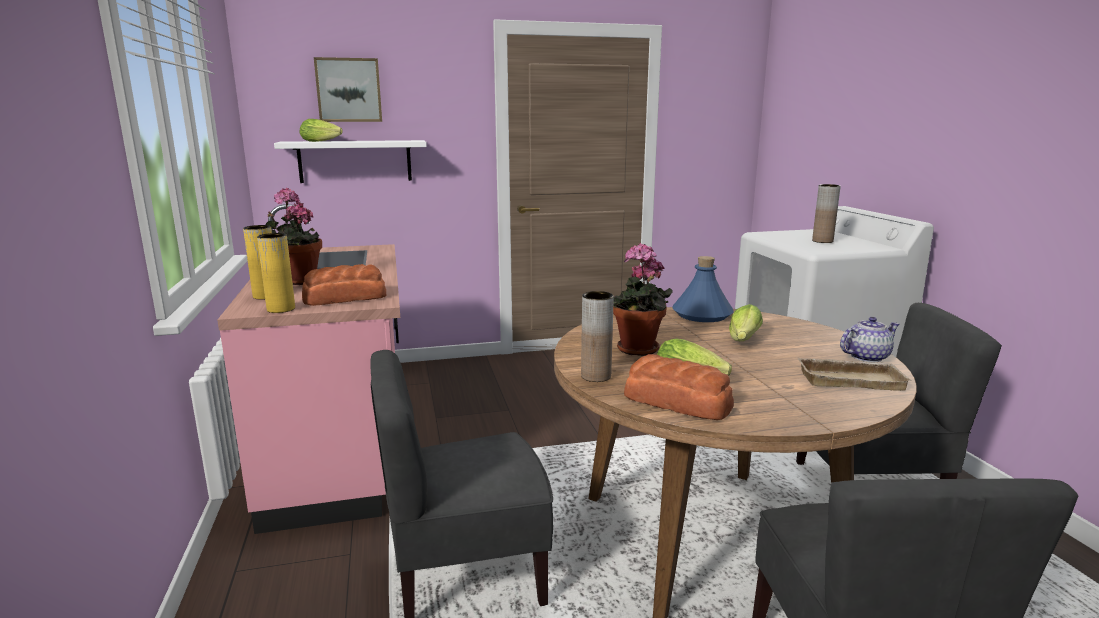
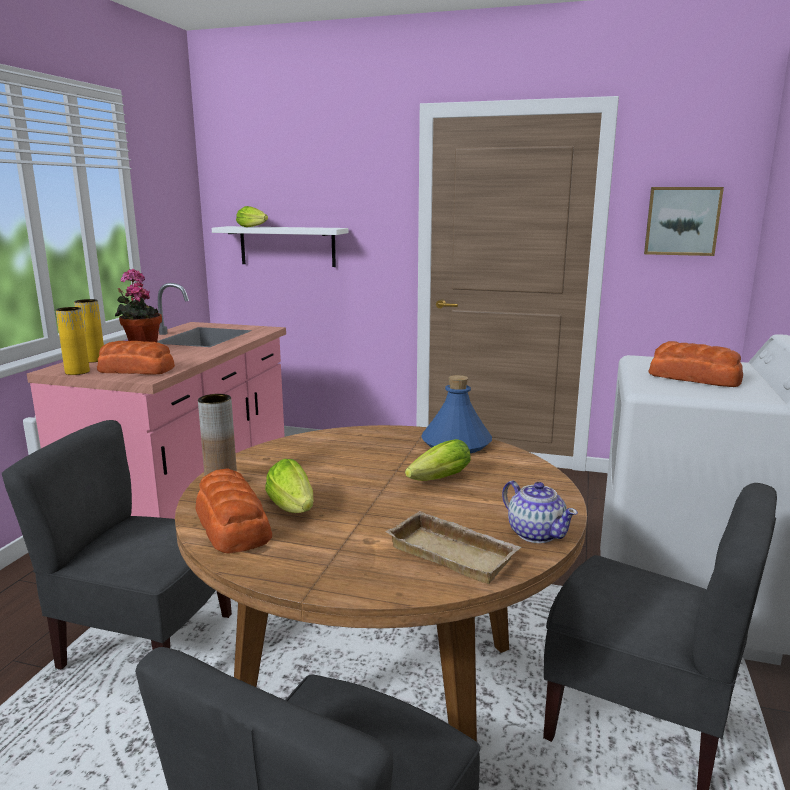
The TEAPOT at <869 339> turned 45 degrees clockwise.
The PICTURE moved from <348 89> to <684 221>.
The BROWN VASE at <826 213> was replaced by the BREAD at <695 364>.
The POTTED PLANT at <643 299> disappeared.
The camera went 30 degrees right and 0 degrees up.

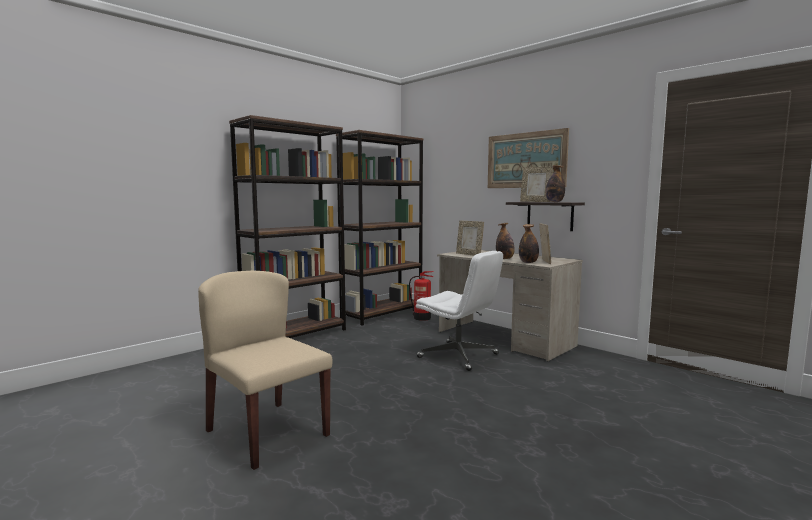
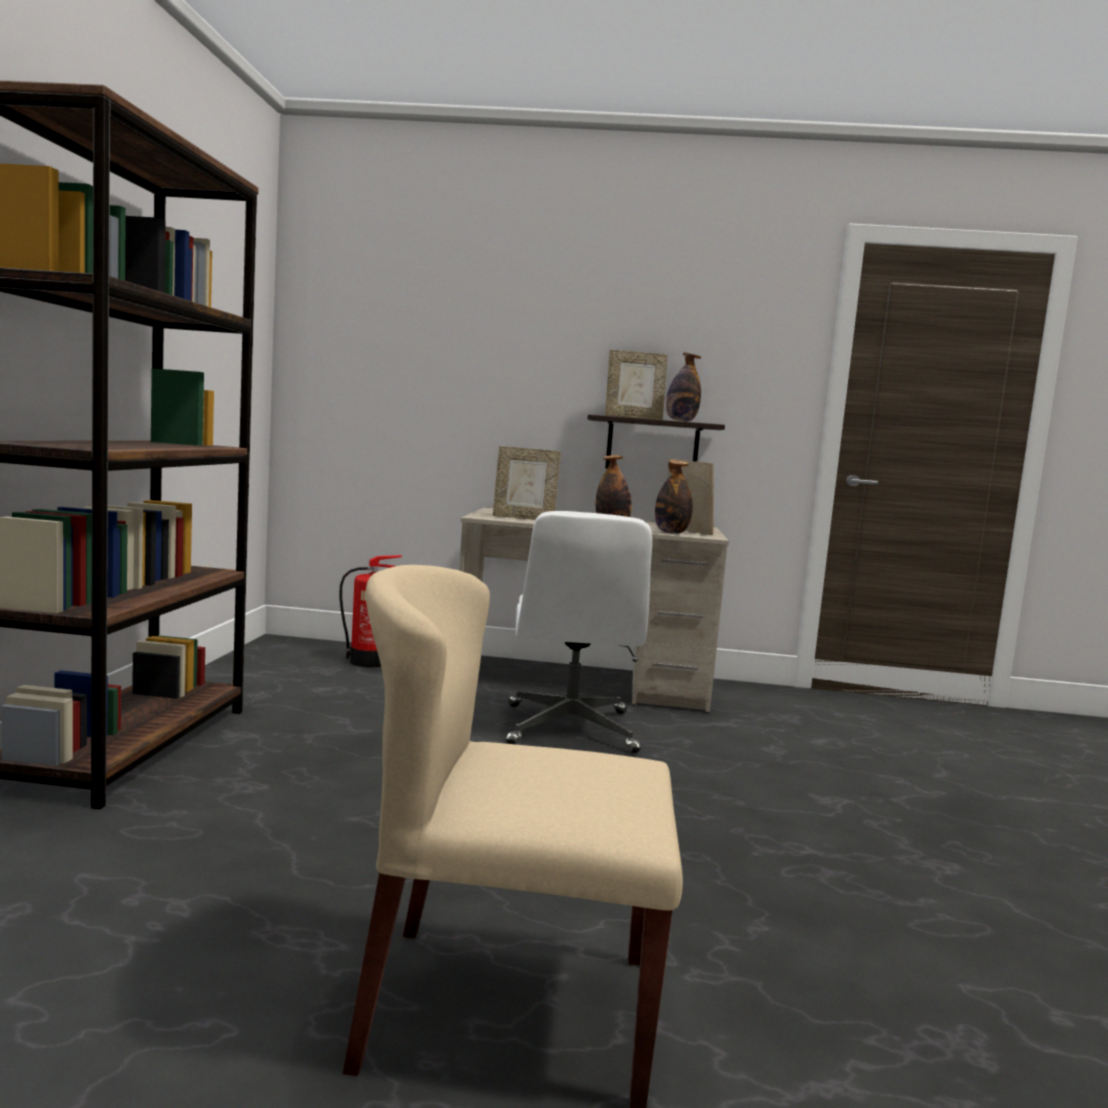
The WHITE OFFICE CHAIR at <459 311> turned 90 degrees clockwise.
The BROWN BOOKCASE at <379 228> disappeared.
The PICTURE at <528 158> disappeared.
The camera went 40 degrees left and 0 degrees up.

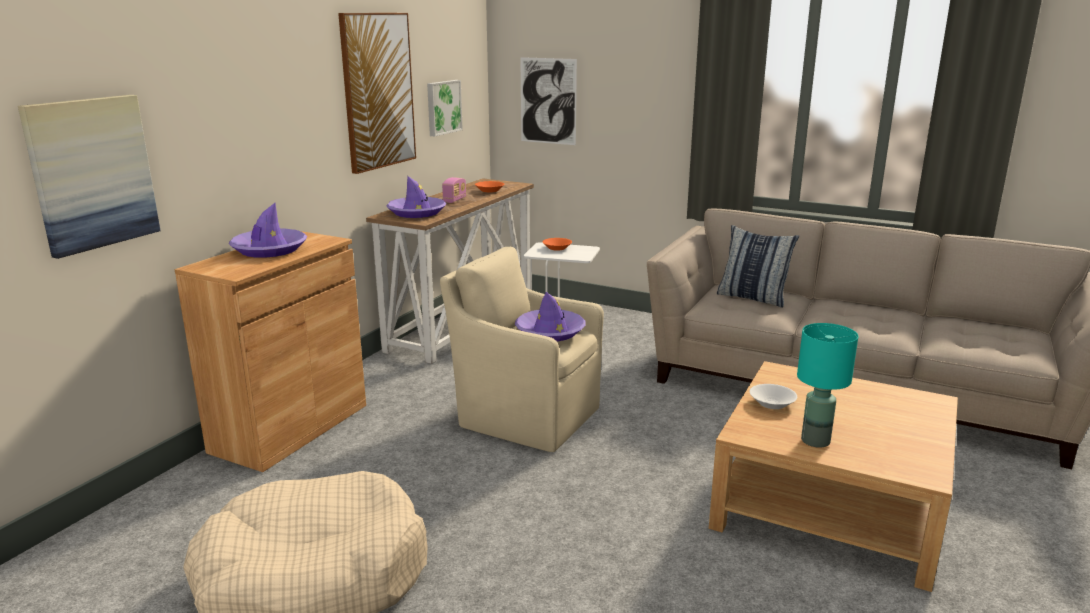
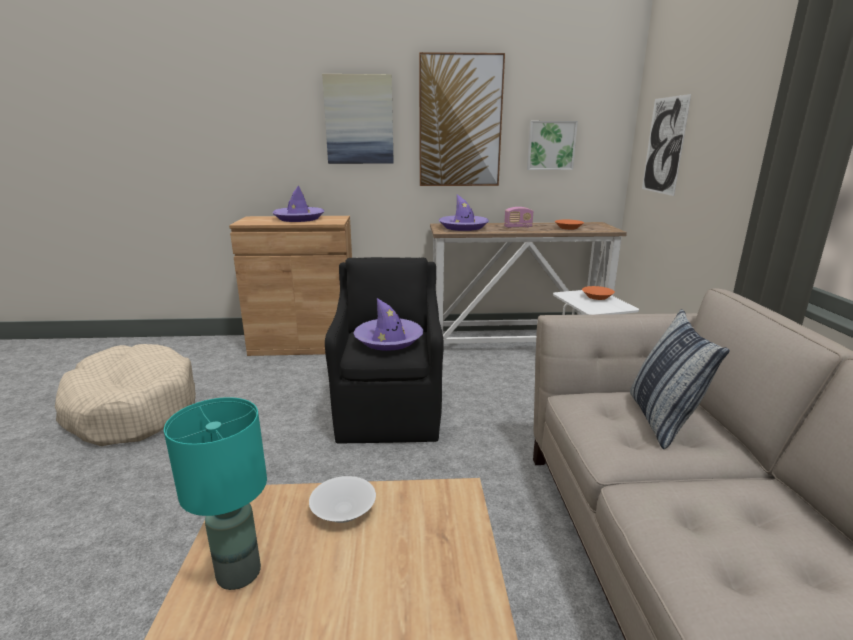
The PICTURE moved from <89 177> to <358 119>.
The BEIGE ARMCHAIR at <522 349> became the BLACK ARMCHAIR at <384 350>.
The camera went 60 degrees right and 0 degrees up.

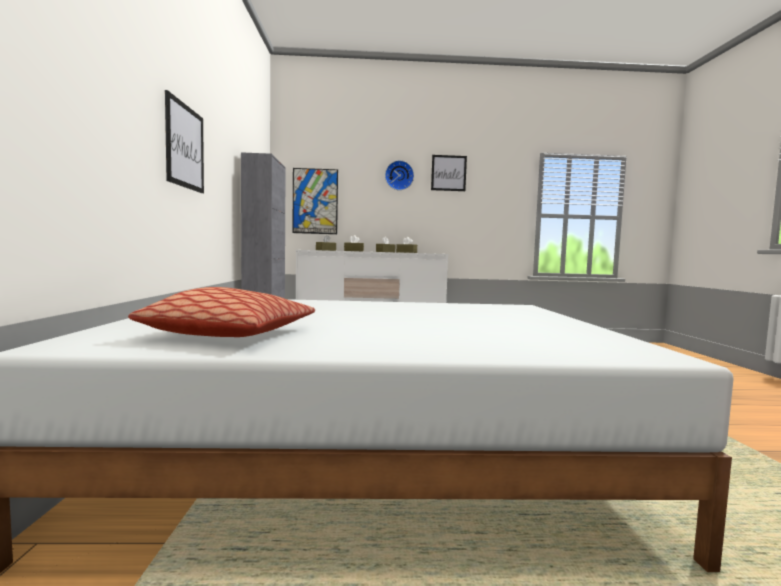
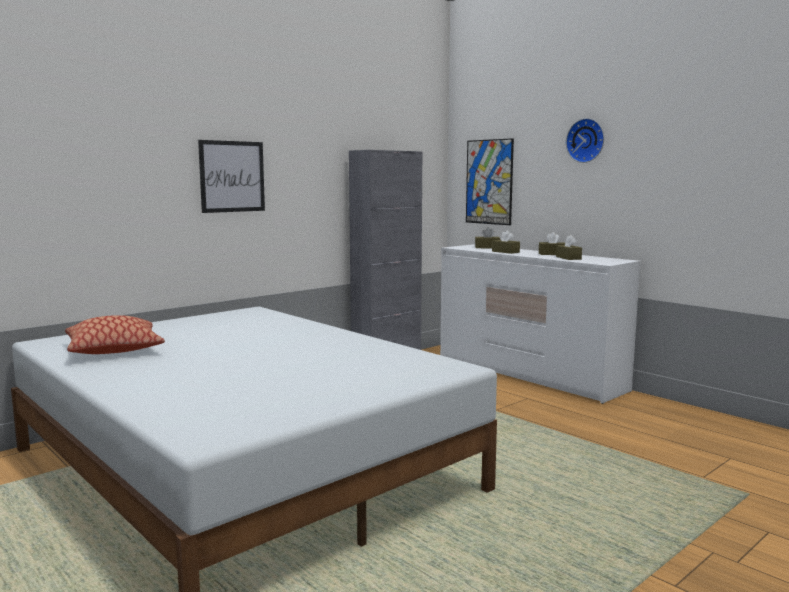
The PICTURE at <449 173> disappeared.
The camera went 50 degrees right and 5 degrees up.

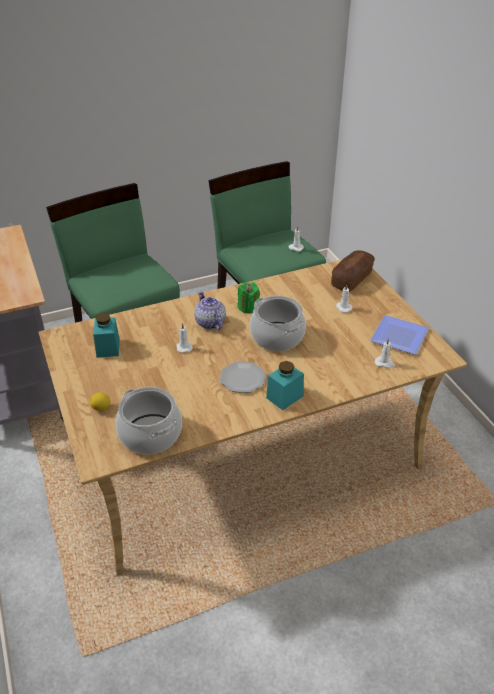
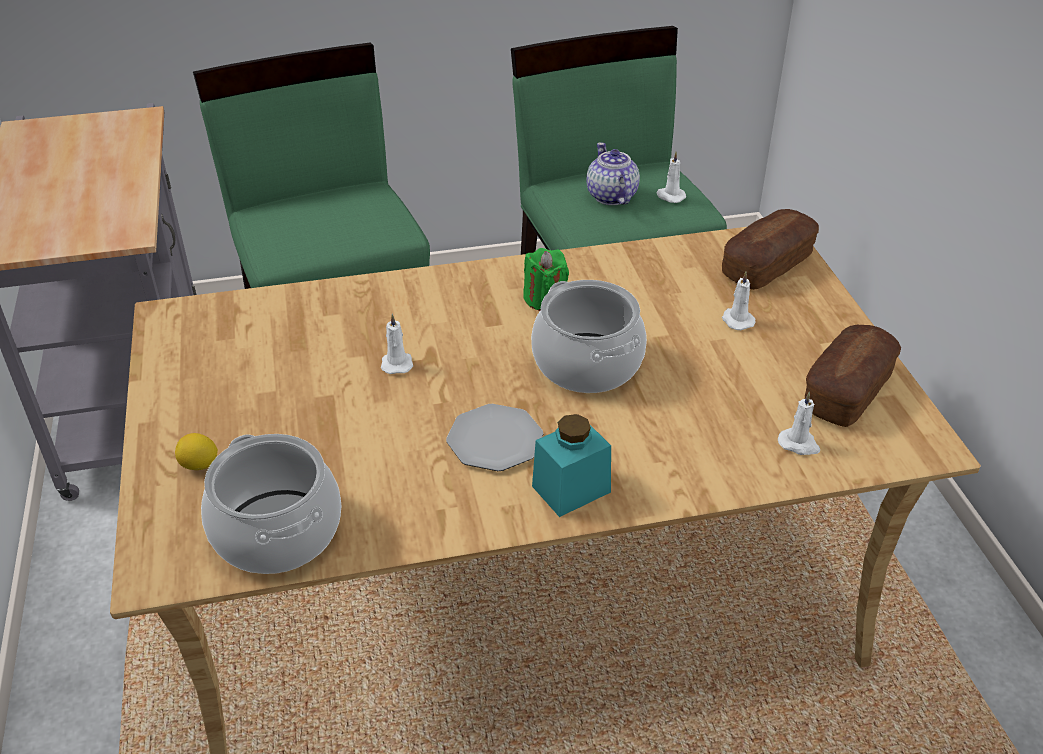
The TEAPOT moved from <210 310> to <613 173>.
The PLATE at <399 335> was replaced by the BREAD at <853 376>.
The TURQUOISE JAR at <106 335> disappeared.
The camera went 10 degrees right and 0 degrees up.

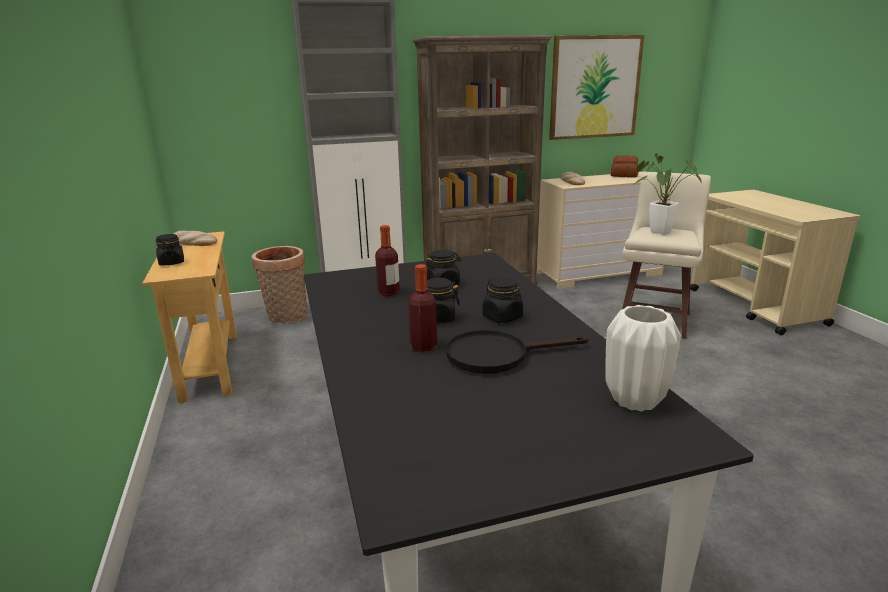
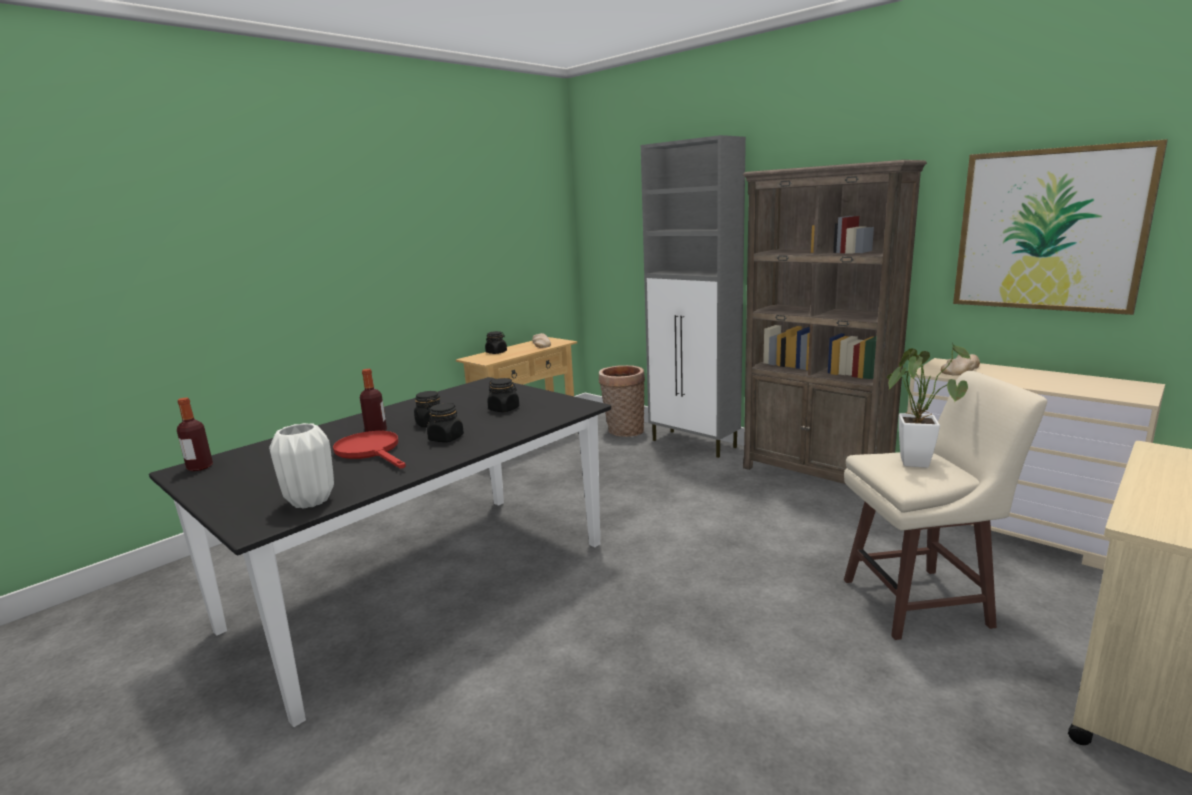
The BOTTLE moved from <387 260> to <195 434>.
The BLACK FRYING PAN at <517 352> became the RED FRYING PAN at <369 449>.
The BREAD at <624 166> disappeared.
The camera went 60 degrees right and 5 degrees down.

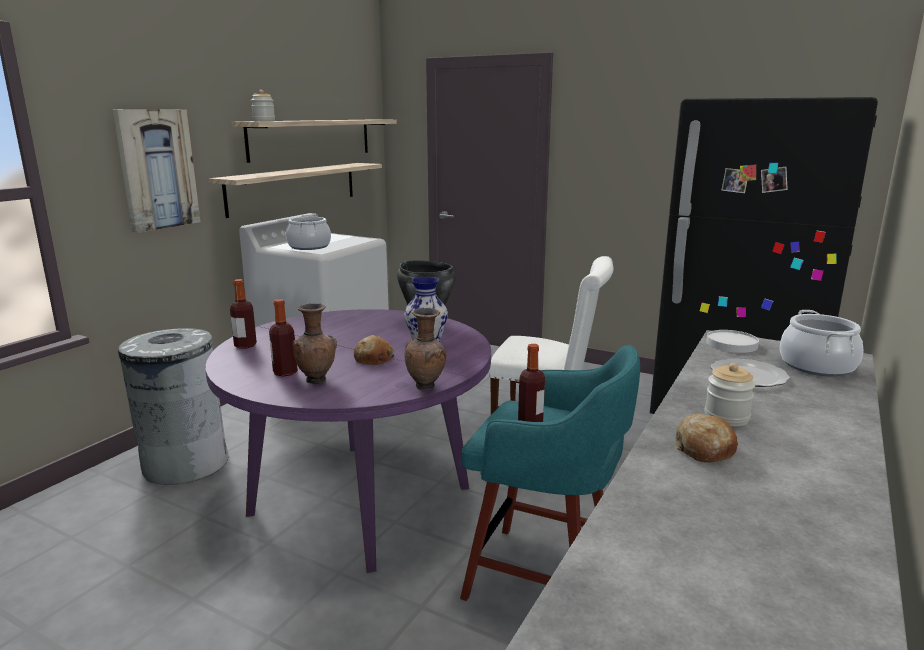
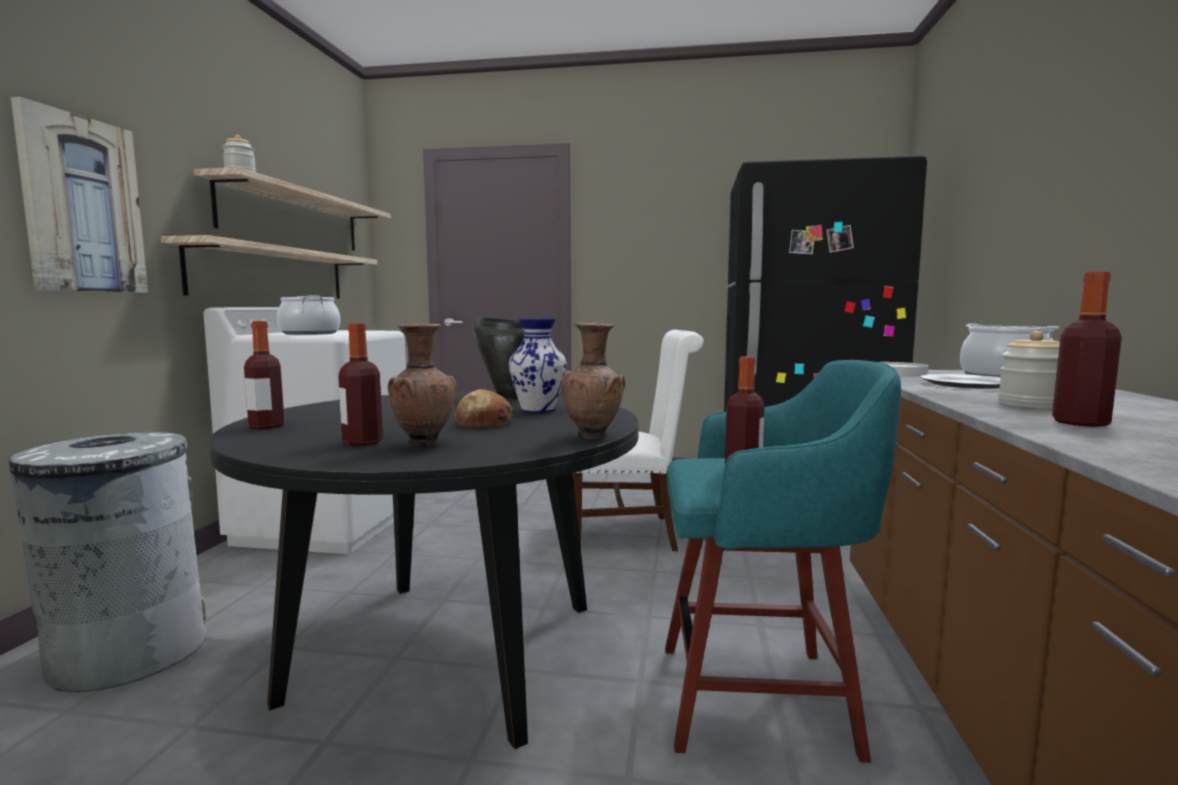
The PURPLE DINING TABLE at <348 441> became the BLACK DINING TABLE at <424 570>.
The BREAD at <706 438> was replaced by the BOTTLE at <1087 349>.
The camera went 20 degrees left and 10 degrees down.

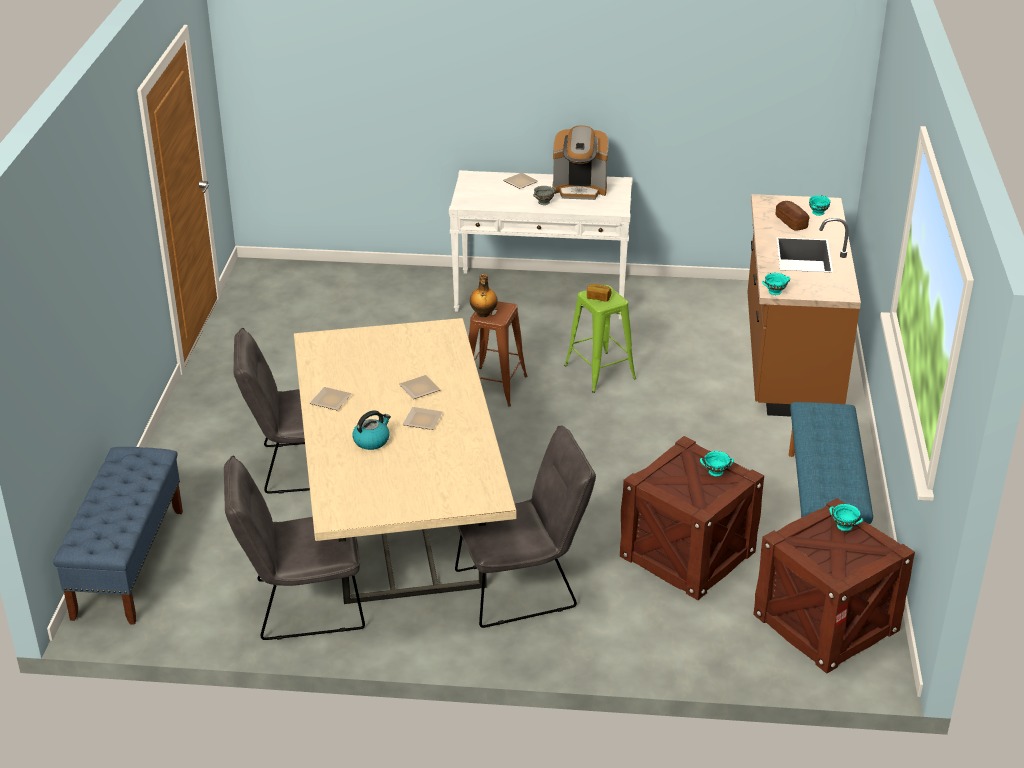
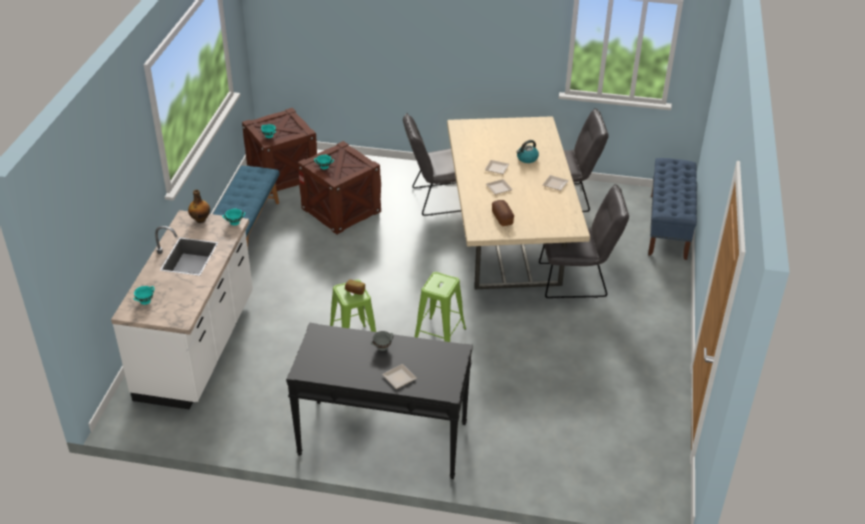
The BROWN COUNTER at <804 305> became the WHITE COUNTER at <182 310>.
The BOTTLE moved from <484 296> to <199 206>.
The WHITE CONSOLE TABLE at <541 244> became the BLACK CONSOLE TABLE at <379 401>.
The BROWN STOOL at <498 354> became the GREEN STOOL at <440 307>.
The BREAD moved from <793 216> to <503 213>.
The COFFEE MACHINE at <581 162> disappeared.
The camera went 175 degrees left and 5 degrees up.

